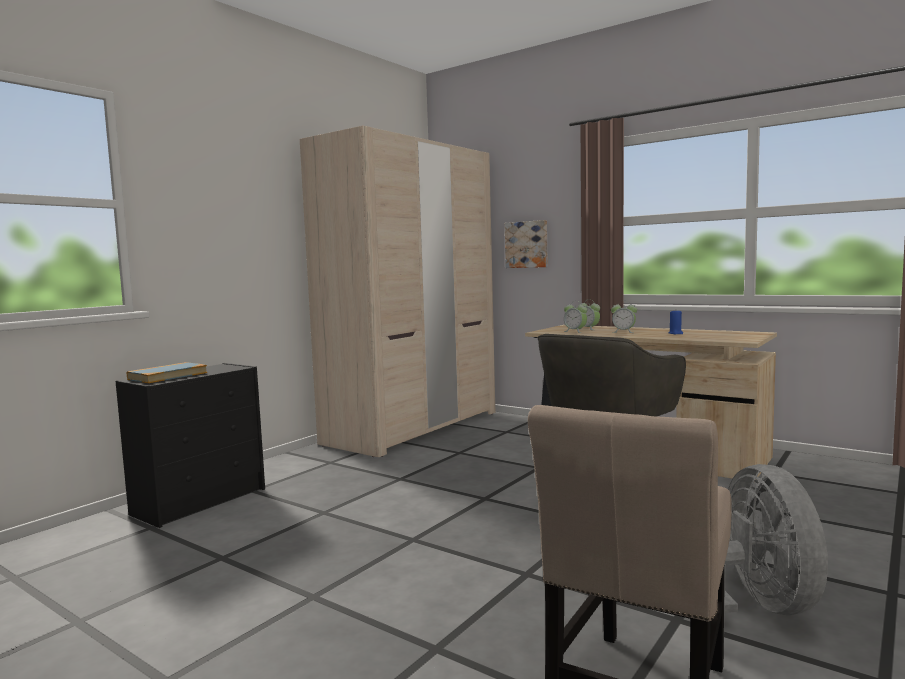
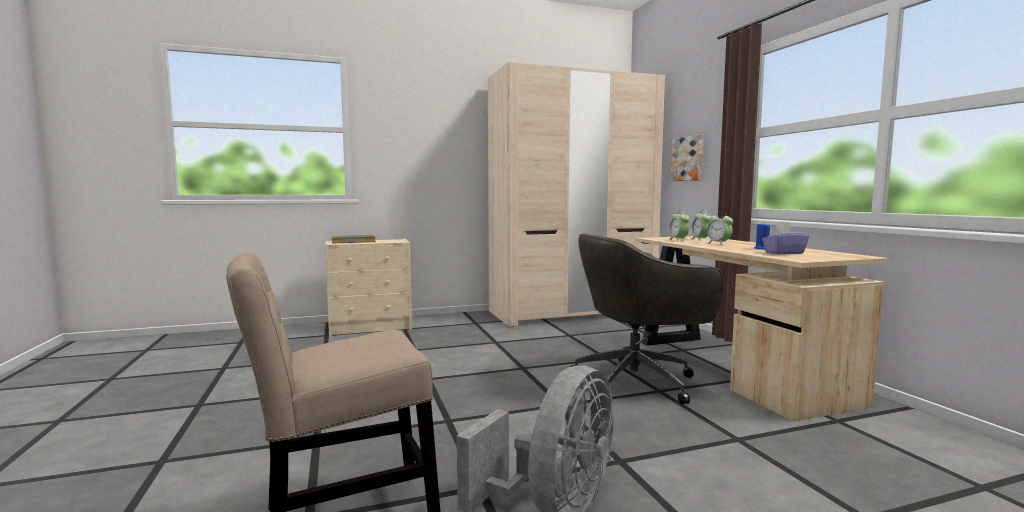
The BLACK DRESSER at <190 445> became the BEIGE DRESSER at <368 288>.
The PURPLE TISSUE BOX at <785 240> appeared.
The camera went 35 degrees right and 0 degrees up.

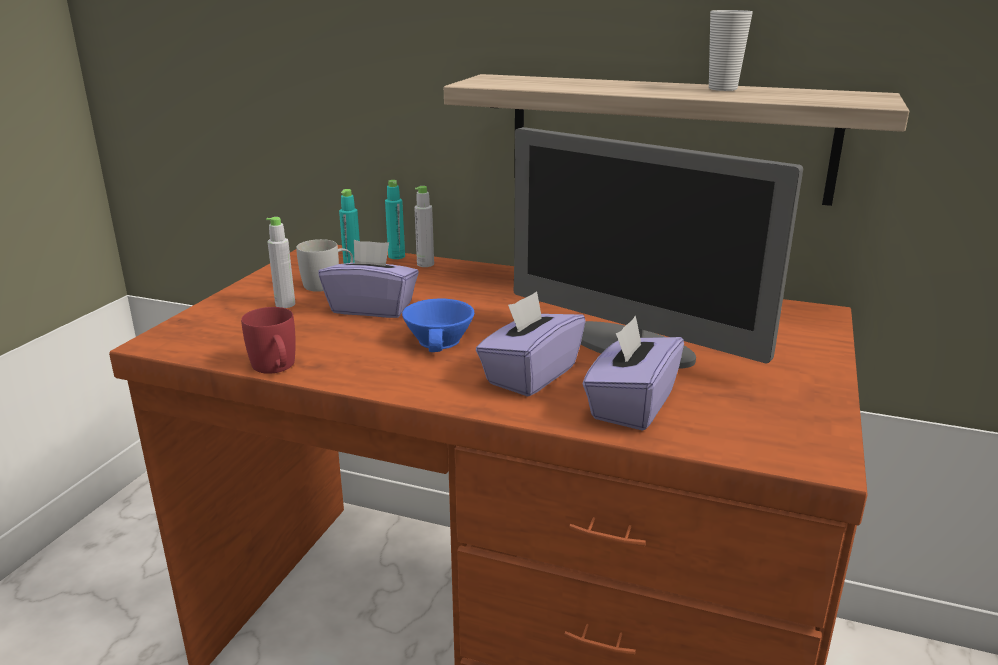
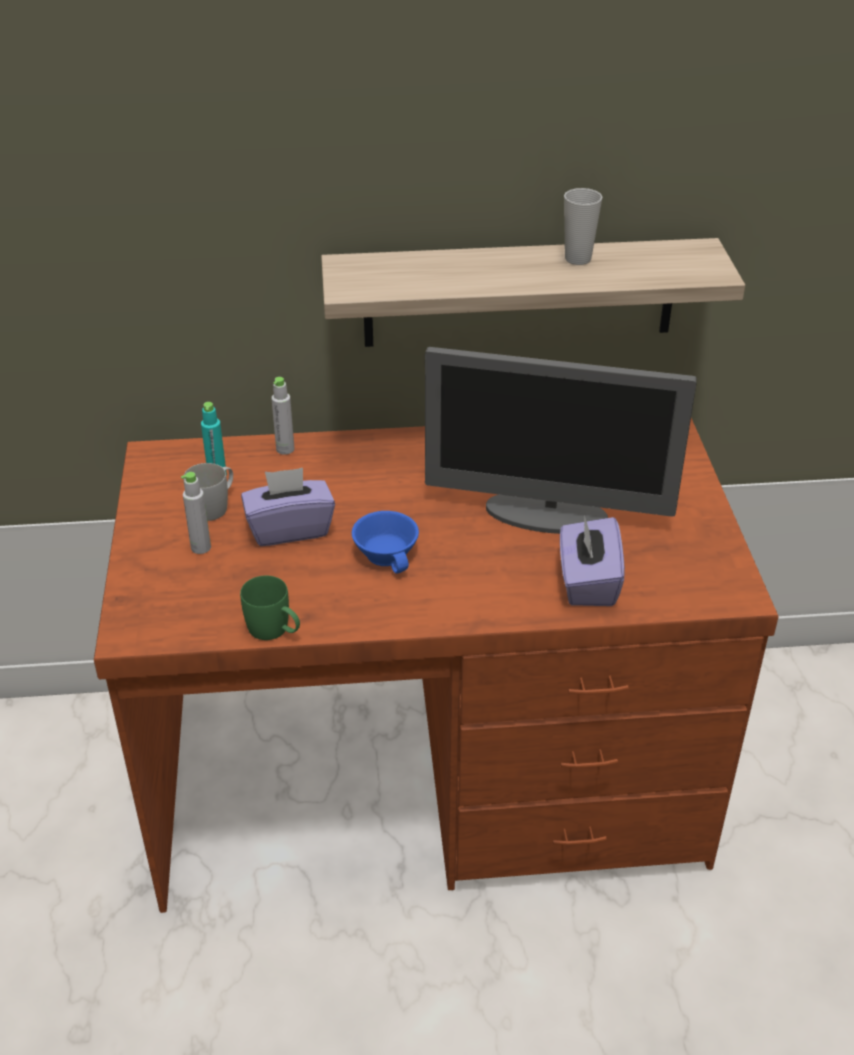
The RED MUG at <268 340> became the GREEN MUG at <270 608>.
The TURQUOISE BOTTLE at <395 219> disappeared.
The PURPLE TISSUE BOX at <531 344> disappeared.
The camera went 25 degrees left and 15 degrees up.

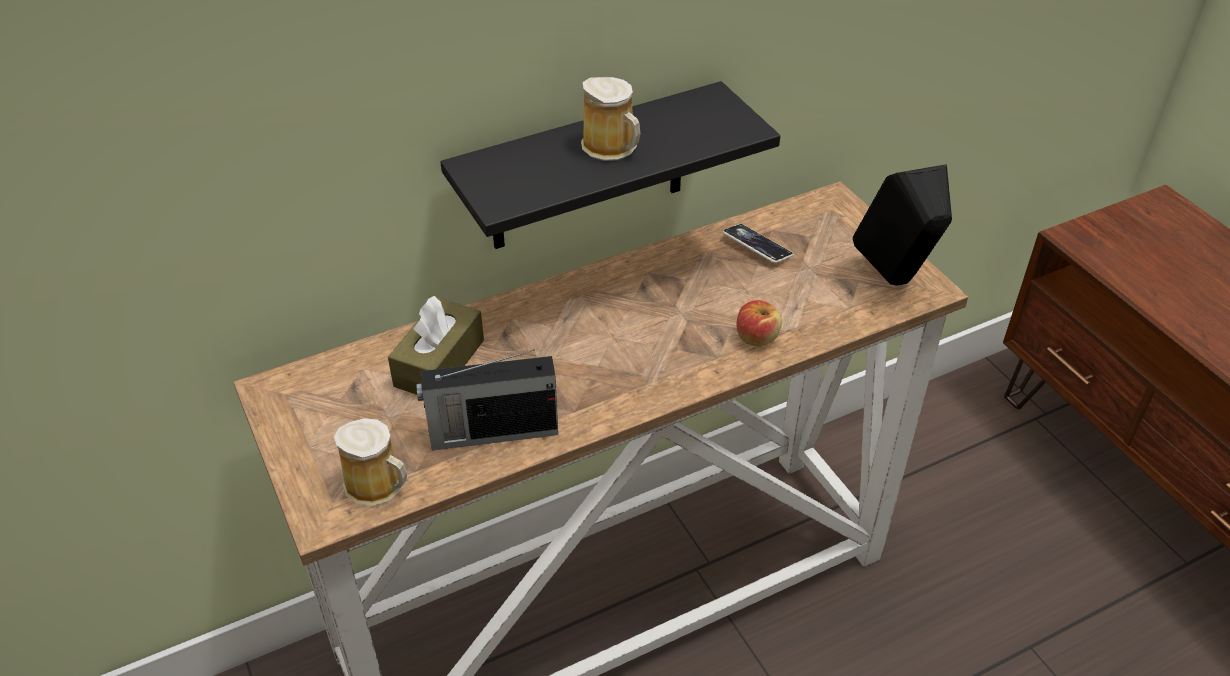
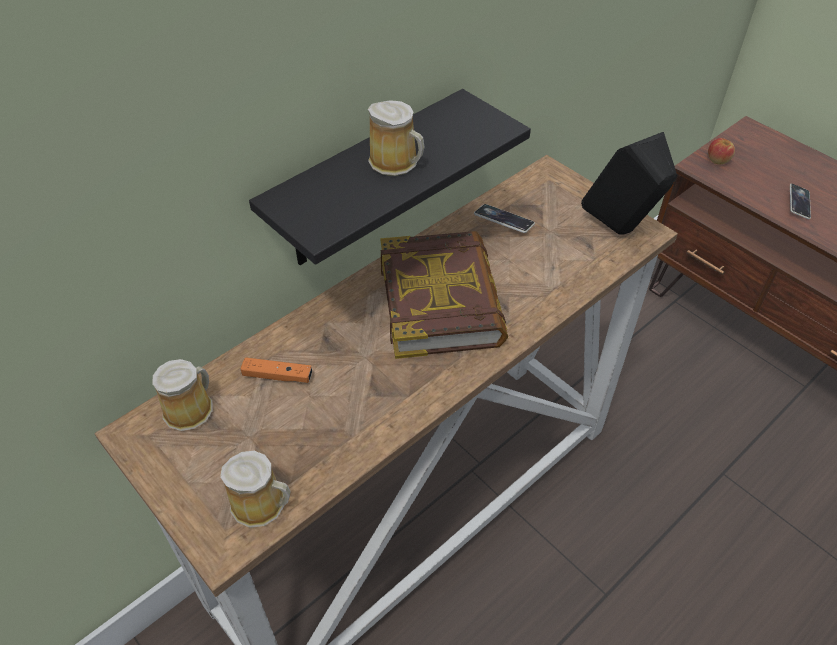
The MUG at <182 395> appeared.
The BROWN TISSUE BOX at <436 345> was replaced by the ORANGE GAME CONTROLLER at <276 370>.
The BOOK at <444 295> appeared.
The APPLE moved from <759 323> to <721 151>.
The PHONE at <800 201> appeared.
The RADIO at <487 399> disappeared.
The camera went 15 degrees left and 5 degrees up.

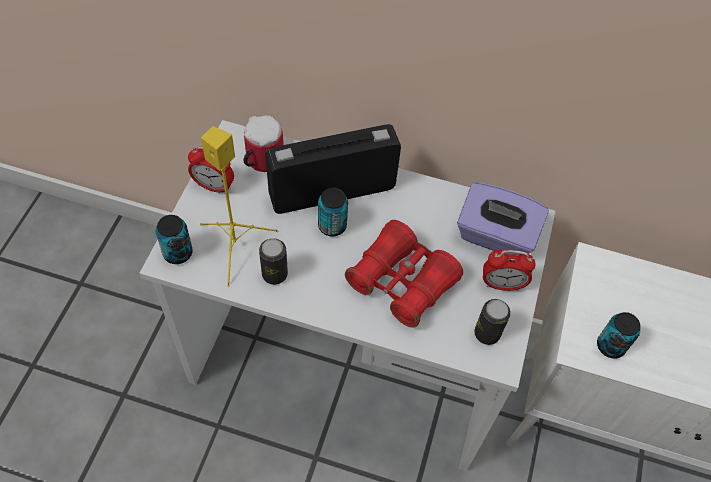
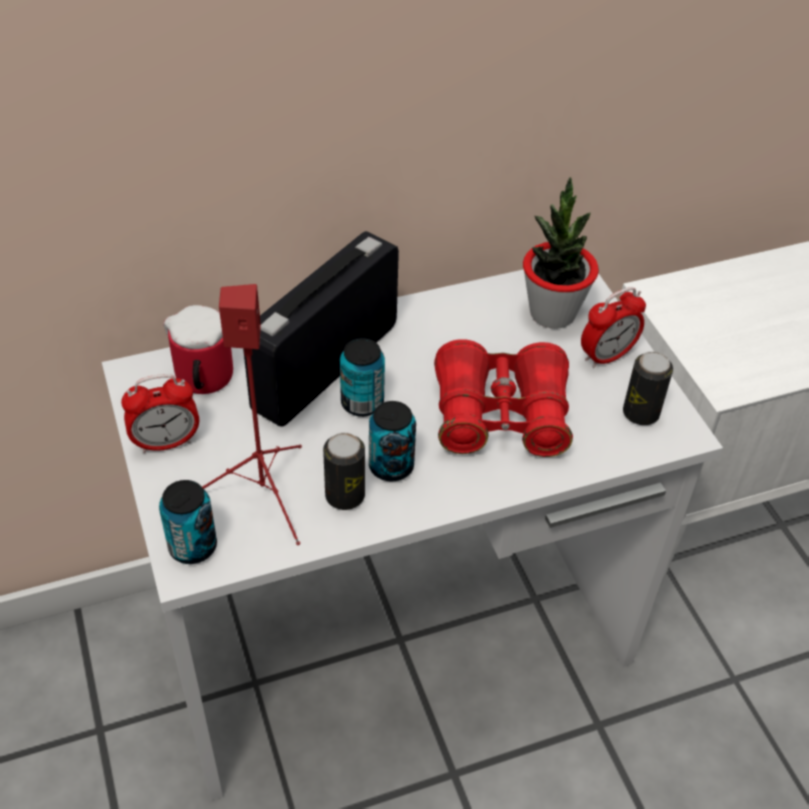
The YELLOW SPEAKER at <239 206> became the RED SPEAKER at <252 414>.
The CAN moved from <619 335> to <392 441>.
The PURPLE TISSUE BOX at <503 219> was replaced by the POTTED PLANT at <561 253>.
The camera went 35 degrees left and 10 degrees down.

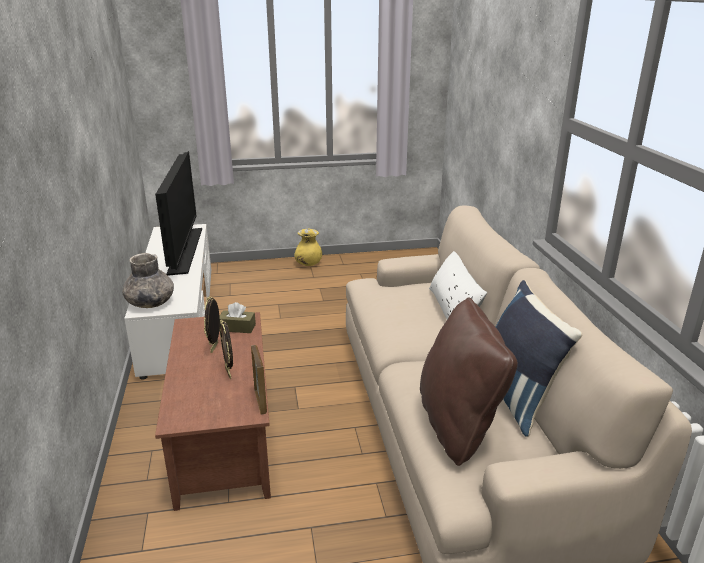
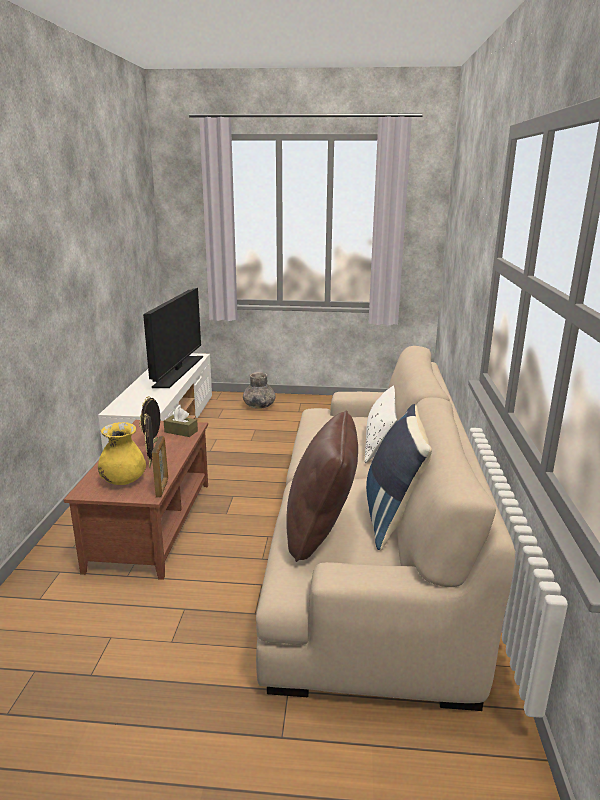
The YELLOW VASE moved from <308 247> to <122 453>.
The GREY VASE moved from <148 280> to <259 390>.
The camera went 15 degrees right and 5 degrees down.

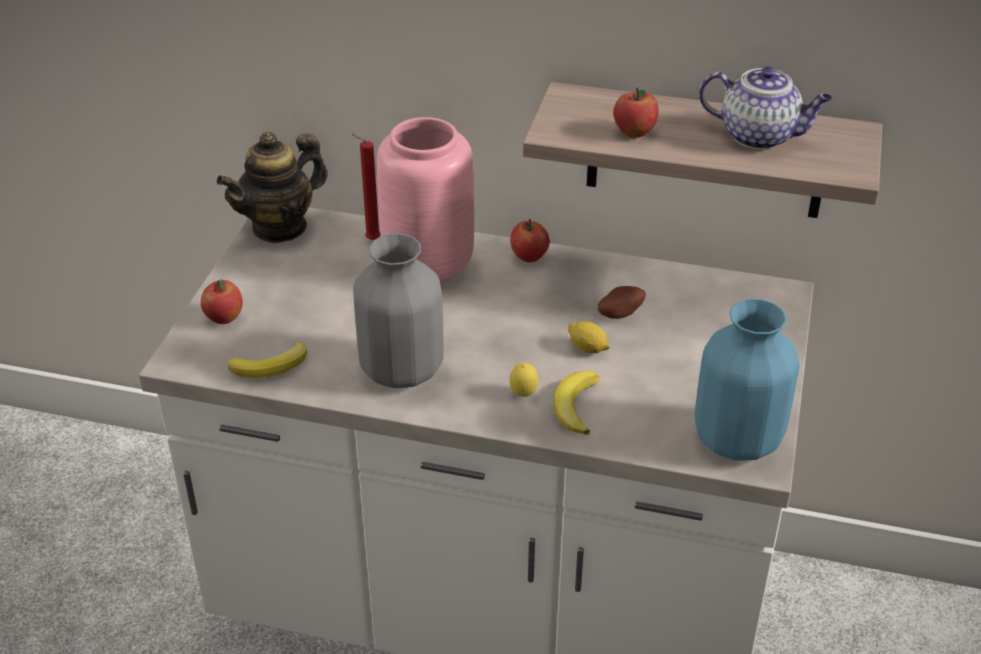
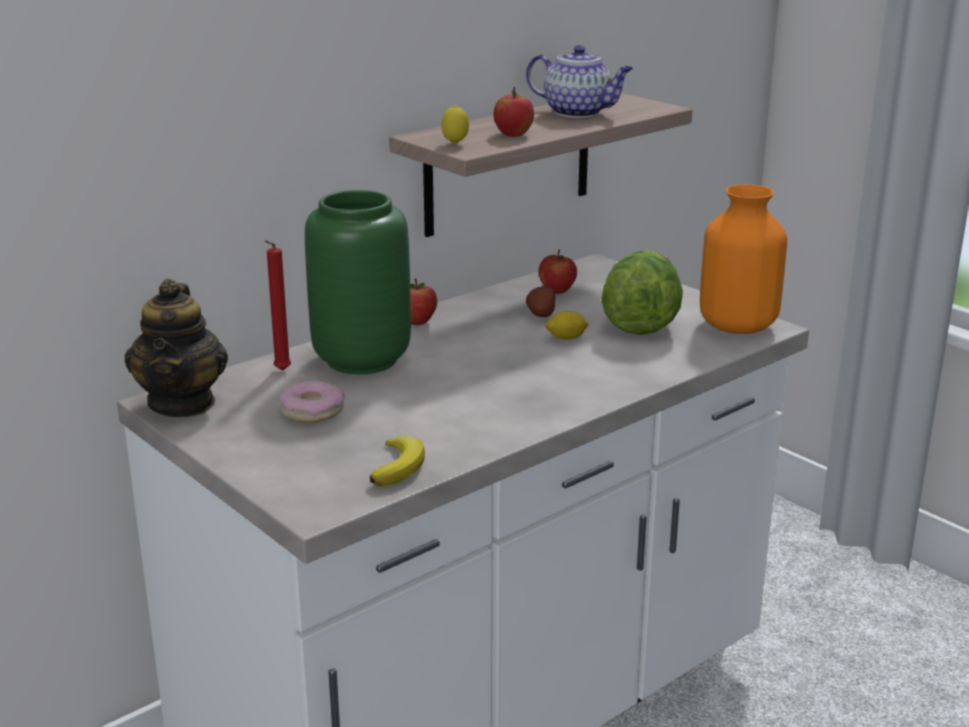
The DONUT at <312 401> appeared.
The PINK VASE at <425 200> became the GREEN VASE at <358 282>.
The LEMON moved from <524 380> to <455 124>.
The TEAPOT at <765 107> turned 60 degrees clockwise.
The APPLE moved from <222 301> to <558 272>.
The LETTUCE at <642 292> appeared.
The BLUE VASE at <747 379> became the ORANGE VASE at <743 259>.
The GREY VASE at <398 310> disappeared.
The BANANA at <576 402> disappeared.
The camera went 55 degrees left and 15 degrees down.

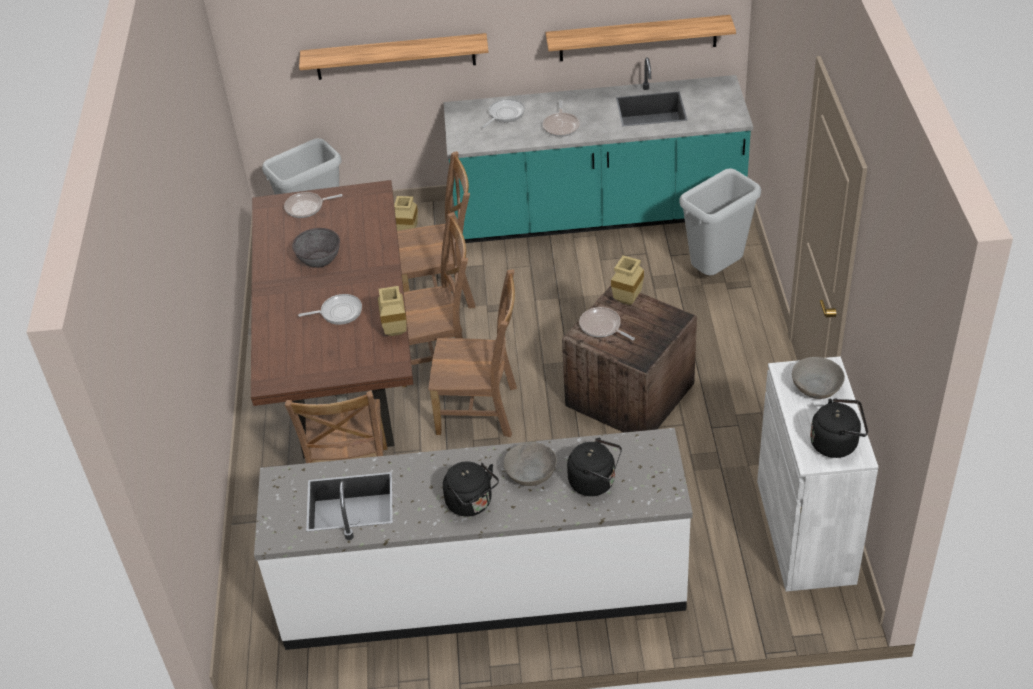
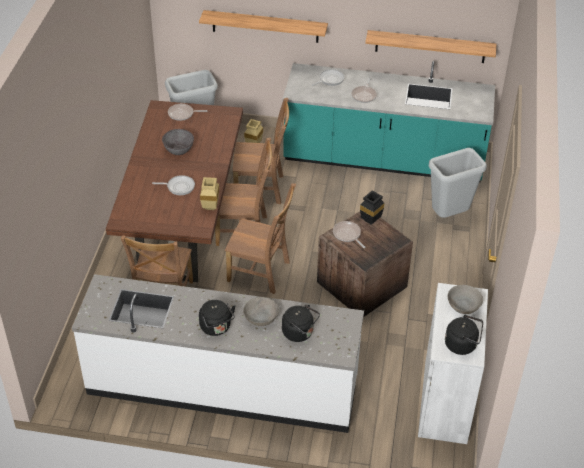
The BEIGE VASE at <627 280> became the BLACK VASE at <372 207>.
The camera went 10 degrees right and 0 degrees up.

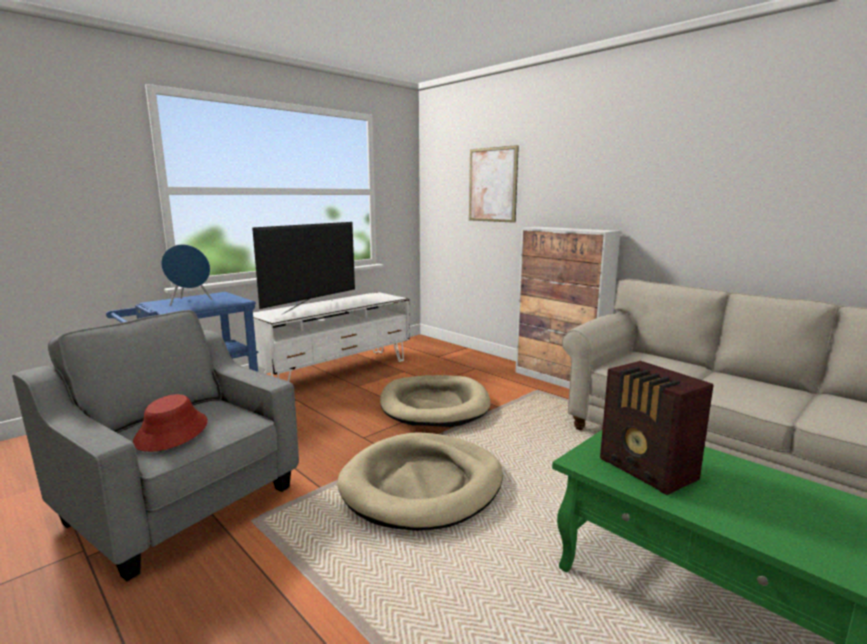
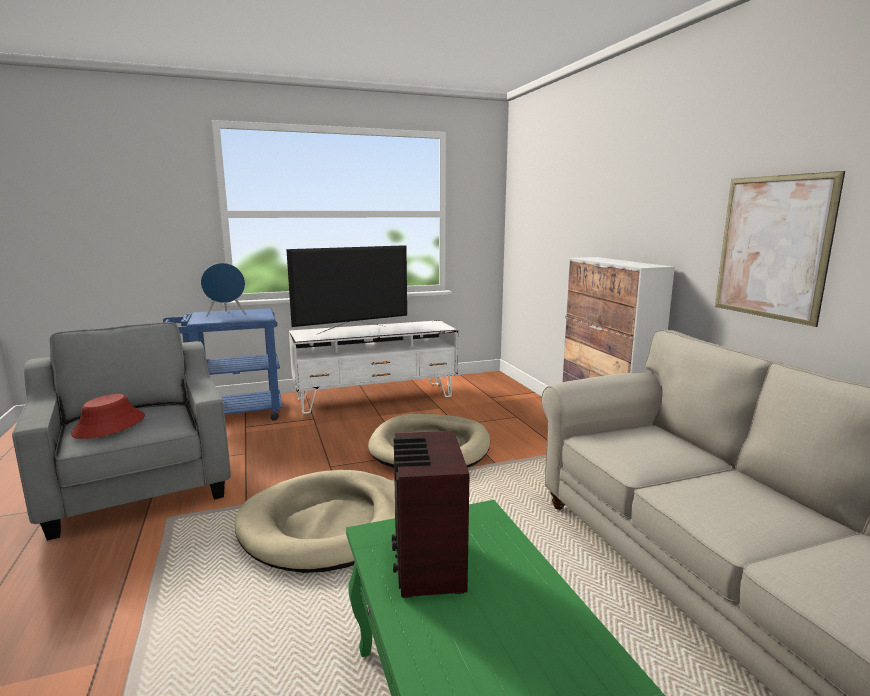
The PICTURE moved from <494 184> to <780 249>.
The camera went 25 degrees right and 0 degrees up.

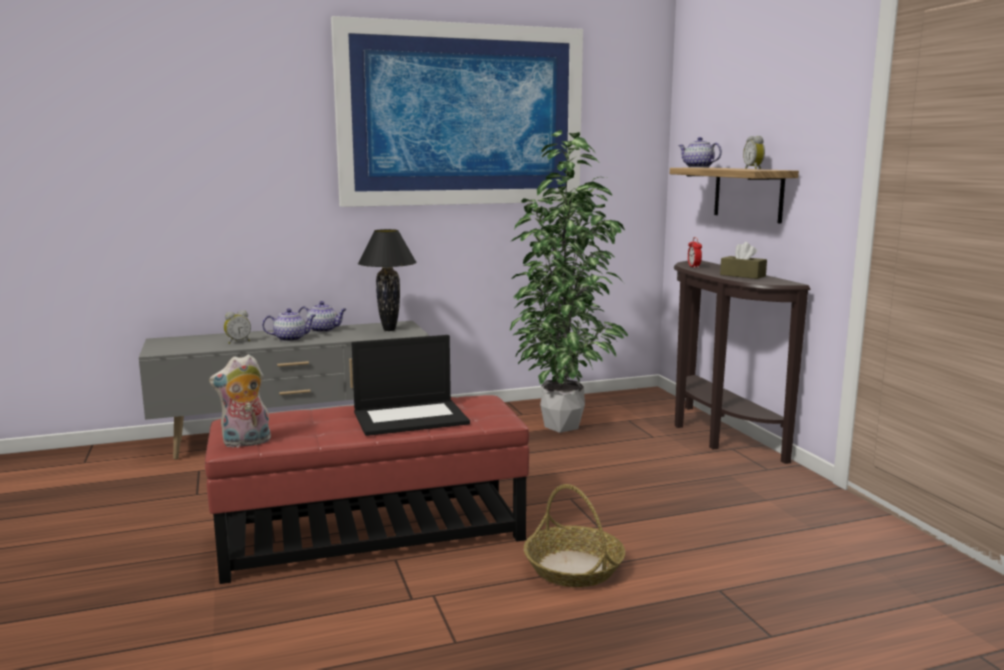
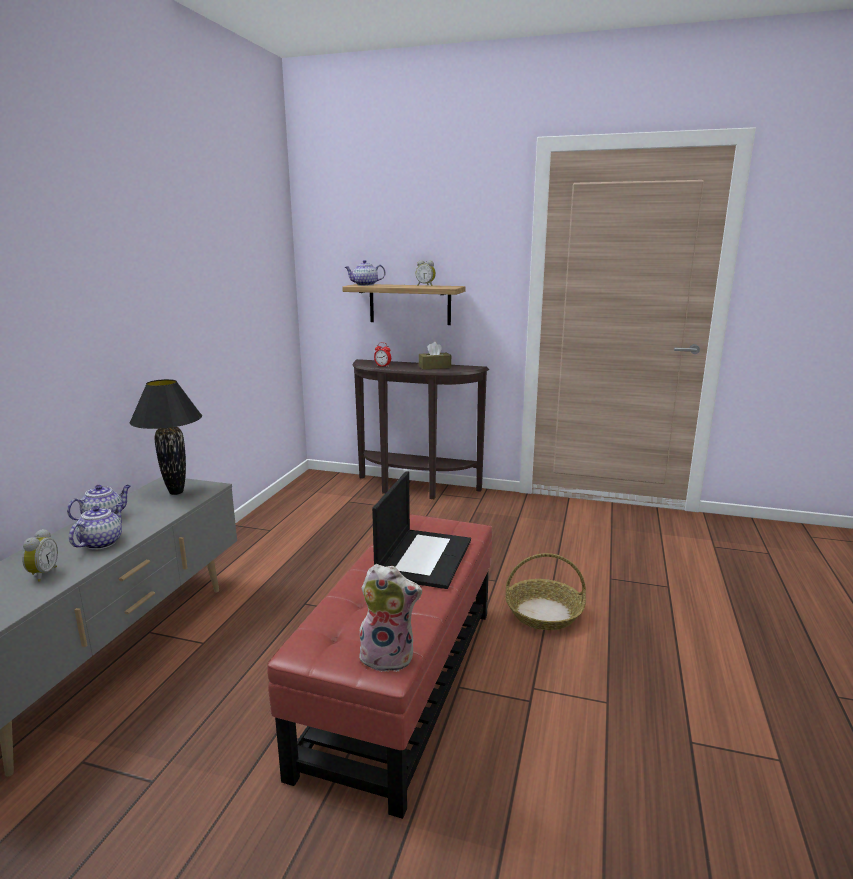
The PLUSH TOY at <240 401> turned 90 degrees counterclockwise.
The PICTURE at <457 111> disappeared.
The POTTED PLANT at <568 281> disappeared.
The camera went 55 degrees left and 5 degrees up.

